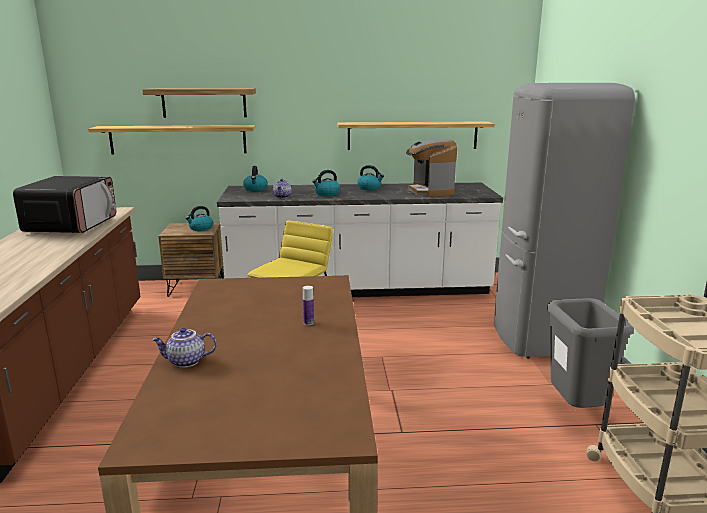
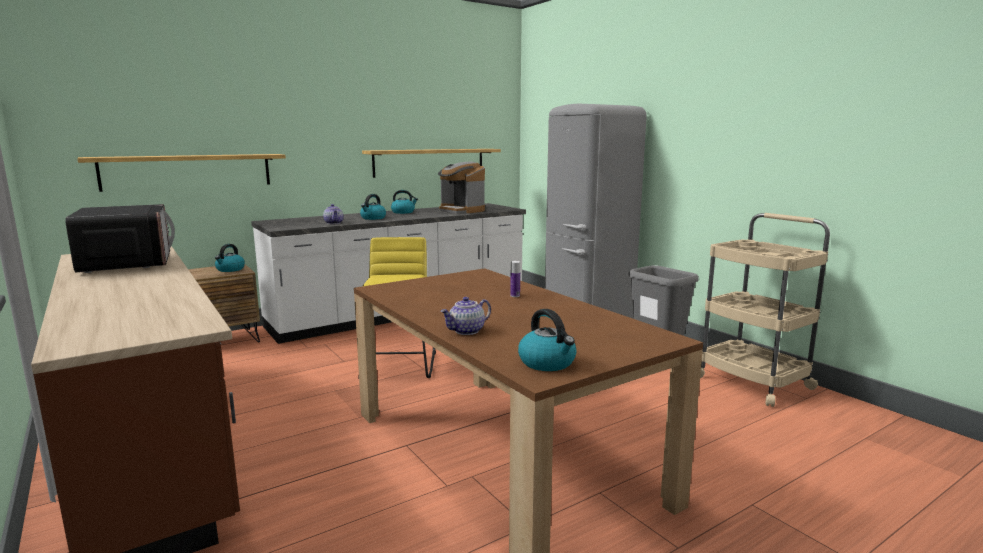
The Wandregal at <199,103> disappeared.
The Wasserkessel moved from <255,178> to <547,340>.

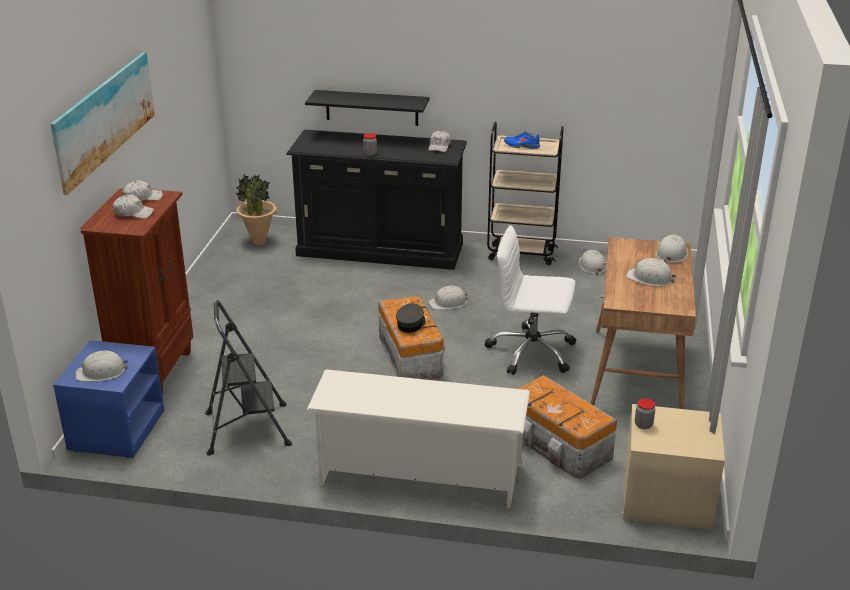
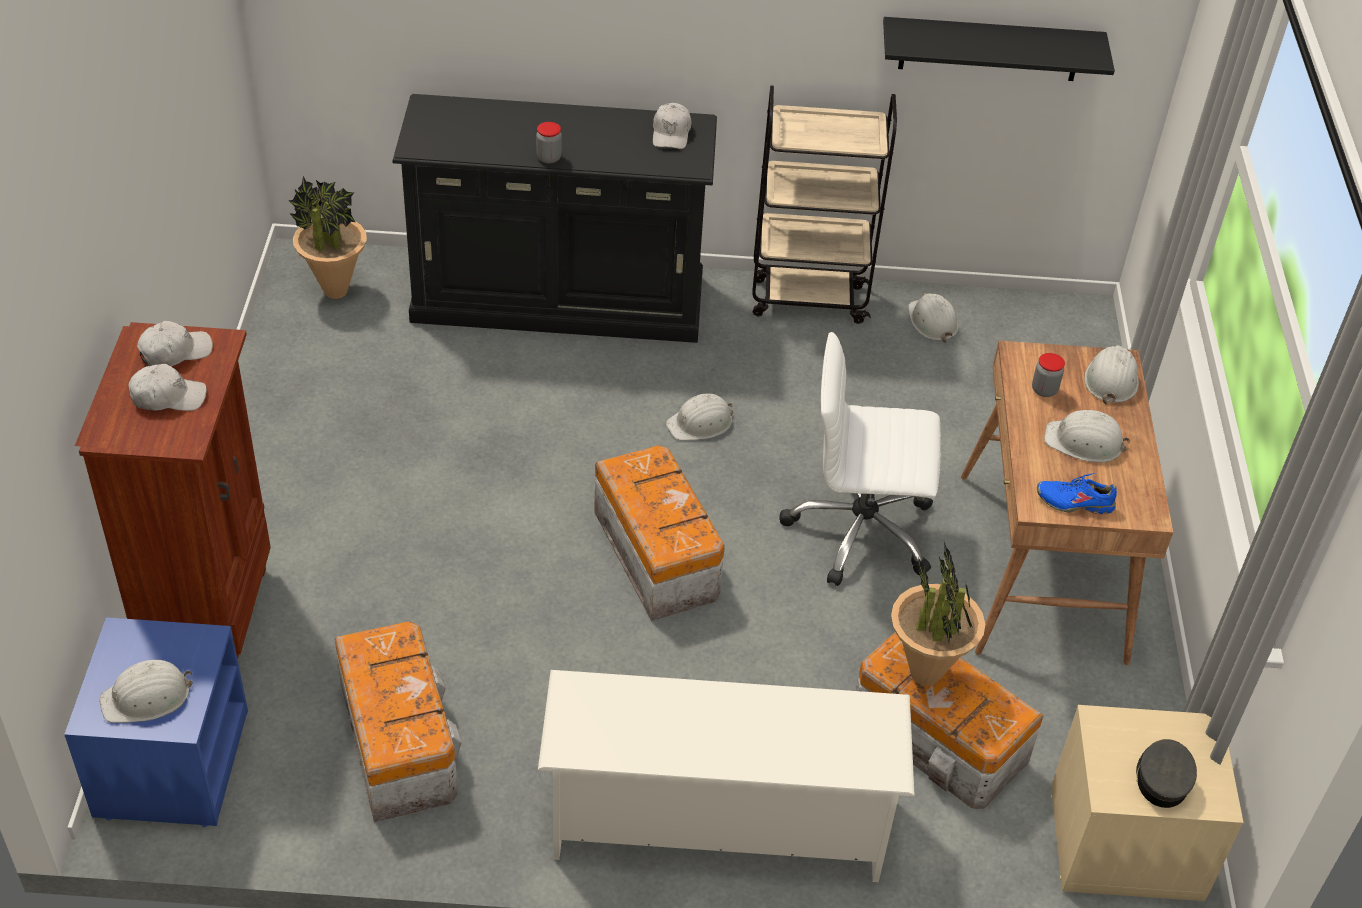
The Bild at <103,123> disappeared.
The Topfpflanze at <938,613> appeared.
The Wandregal (schwarz) moved from <367,108> to <999,49>.
The Kappe (grau) moved from <410,318> to <1166,773>.
The Schuh (blau) moved from <522,140> to <1077,493>.
The Vorratsglas moved from <645,413> to <1048,375>.
The Trittleiter (schwarz) at <248,377> was replaced by the Aufbewahrungsbox at <398,721>.

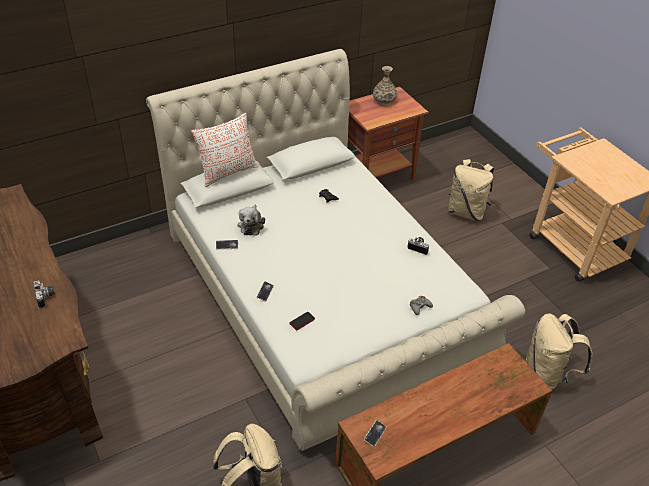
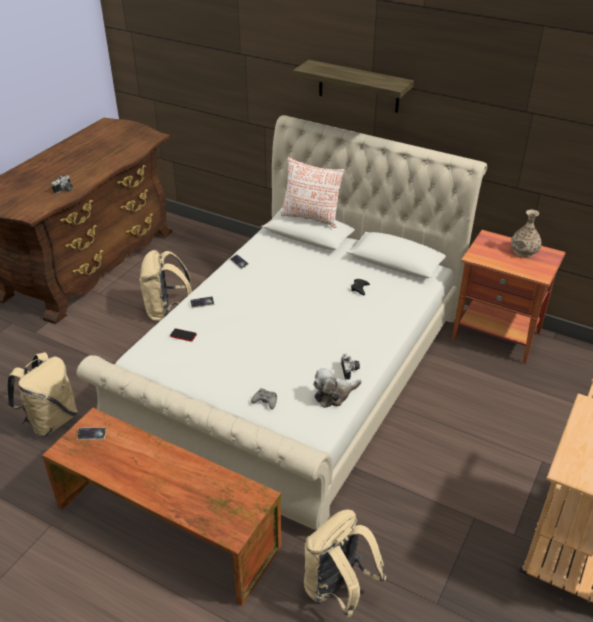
The Wandregal at <353,86> appeared.
The Plüschtier moved from <251,219> to <337,388>.
The Rucksack (beige) moved from <471,190> to <165,286>.

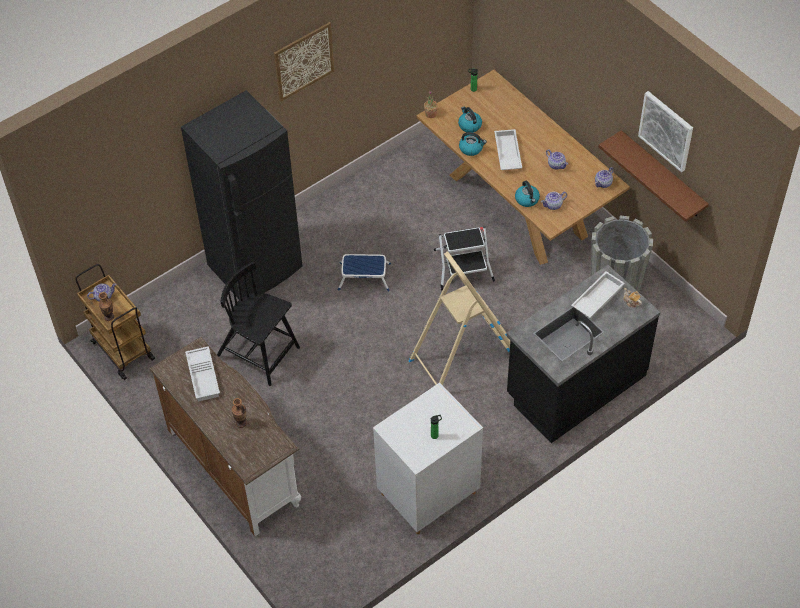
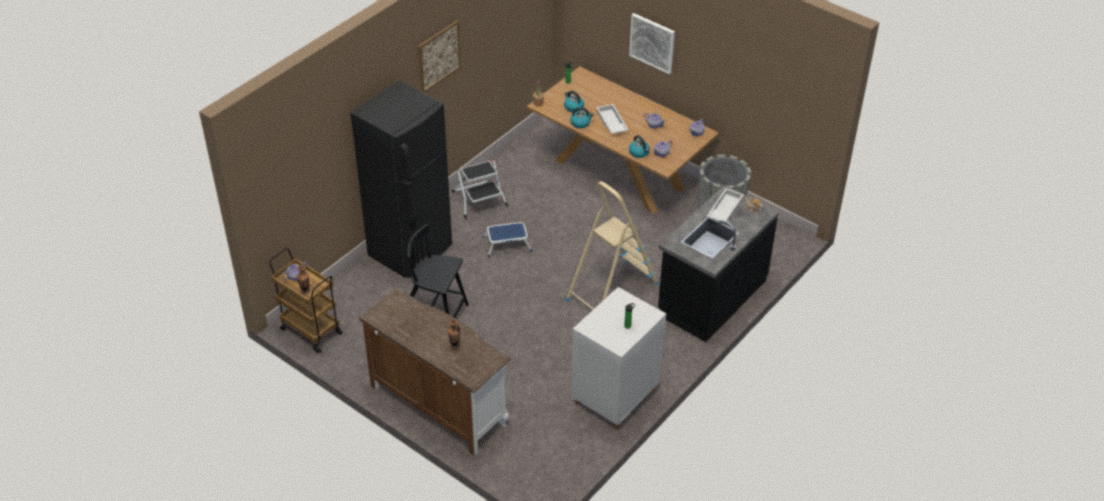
The Tablett (weiß) at <202,374> disappeared.
The Wandregal (braun) at <654,176> disappeared.
The Trittleiter moved from <464,258> to <480,189>.
The Bild moved from <665,131> to <652,43>.

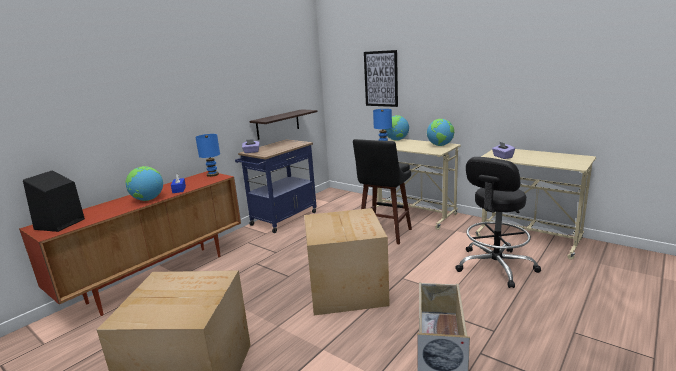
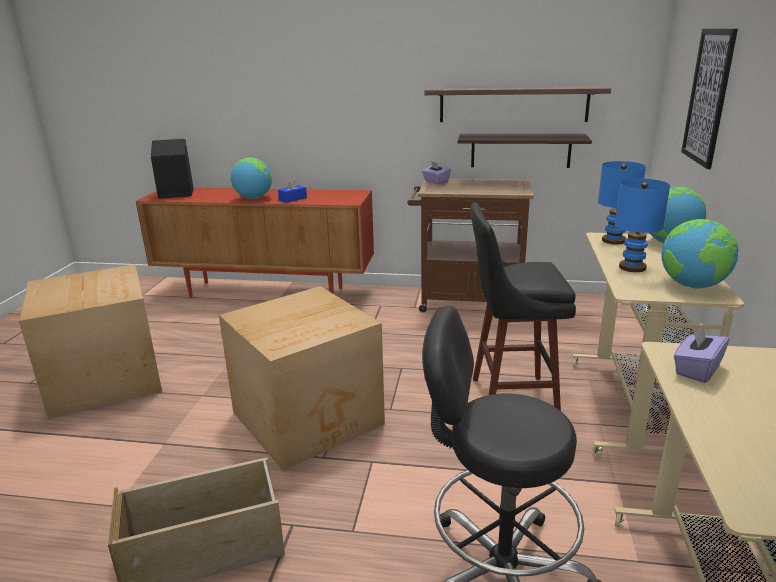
The Wandregal at <517,103> appeared.
The Tischlampe (blau) moved from <207,155> to <642,225>.
The Rollwagen (blau) at <275,186> became the Rollwagen (braun) at <470,245>.

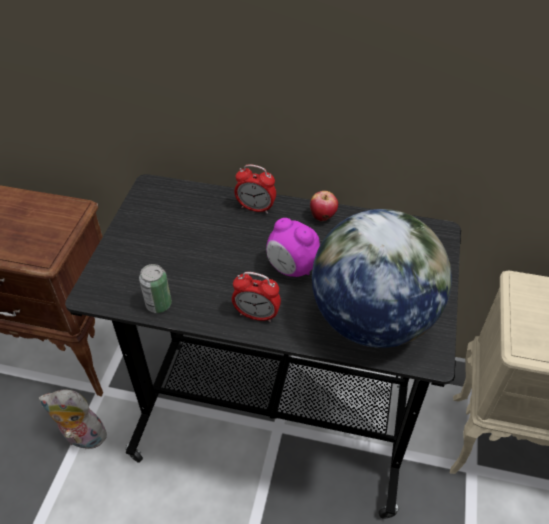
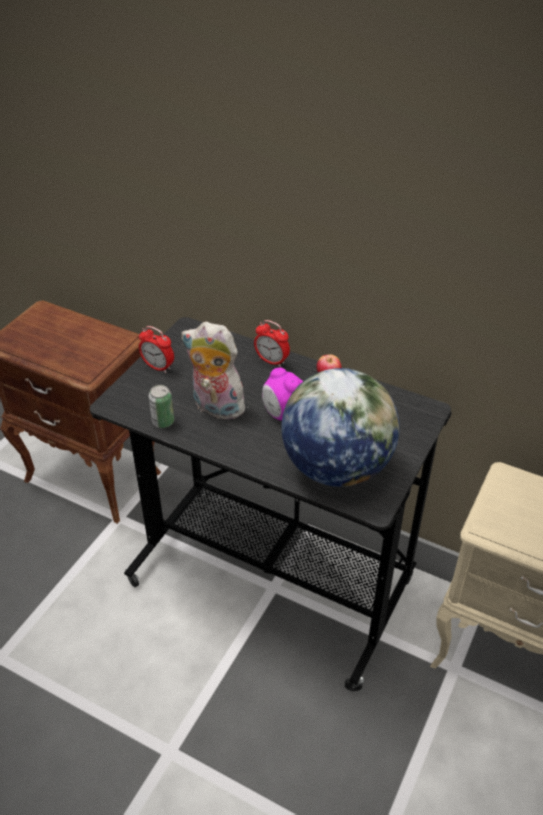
The Plüschtier moved from <74,419> to <214,372>.
The Wecker moved from <256,297> to <156,349>.

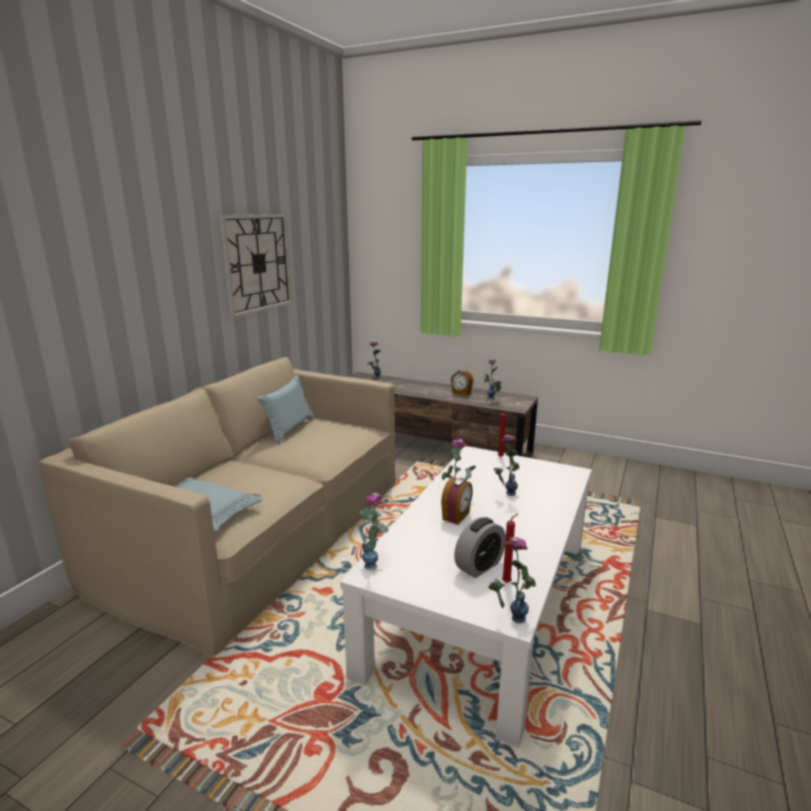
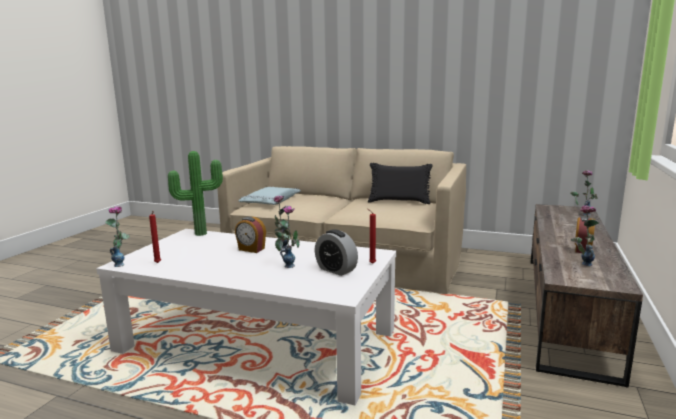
The Wanduhr at <255,266> disappeared.
The Wecker moved from <480,547> to <336,252>.
The Vase at <374,531> was replaced by the Topfpflanze at <195,193>.
The Kissen (blau) at <285,410> became the Kissen (schwarz) at <400,184>.

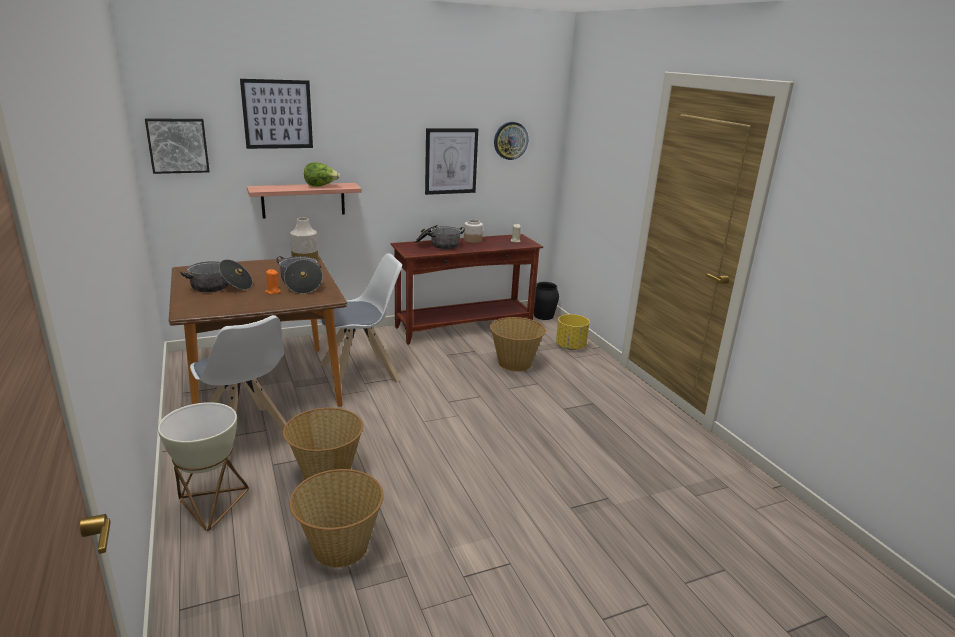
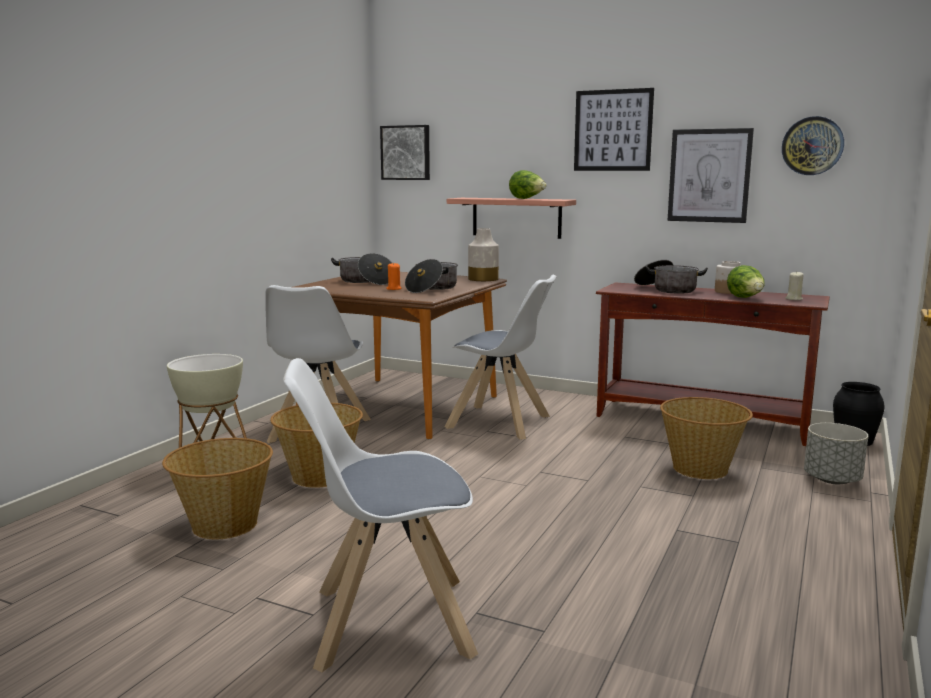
The Stuhl at <380,515> appeared.
The Salatkopf at <746,281> appeared.
The Bild moved from <276,114> to <614,129>.
The Pflanzkübel (gelb) at <573,332> became the Pflanzkübel (grau) at <836,453>.

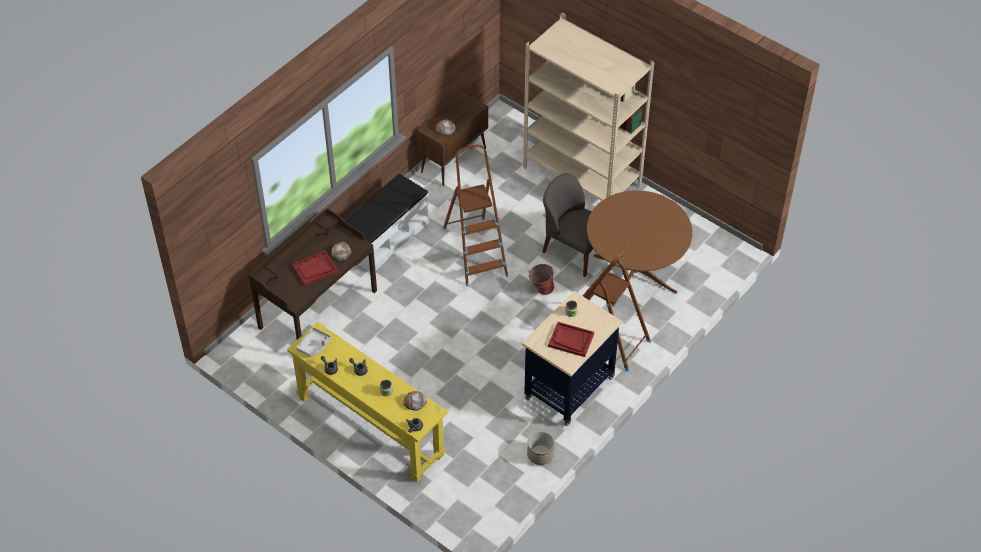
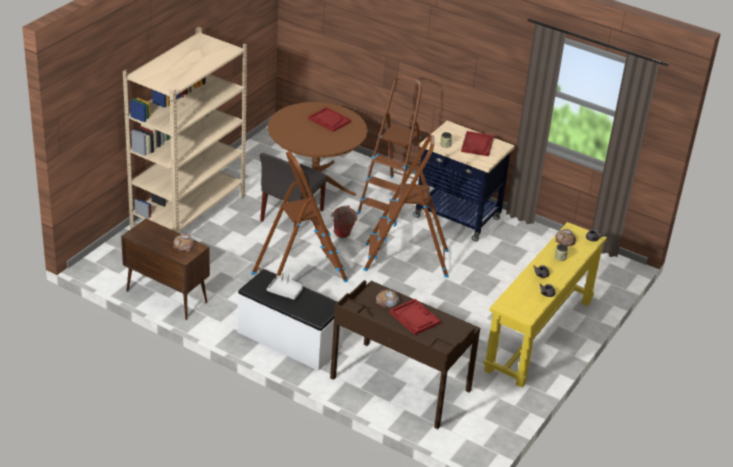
The Pflanzkübel at <541,448> disappeared.
The Tablett (rot) at <329,119> appeared.
The Trittleiter (braun) at <406,205> appeared.
The Tablett (grau) moved from <314,342> to <285,286>.

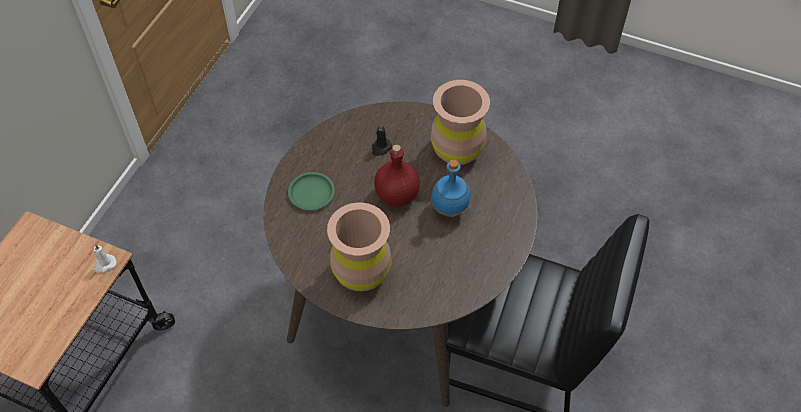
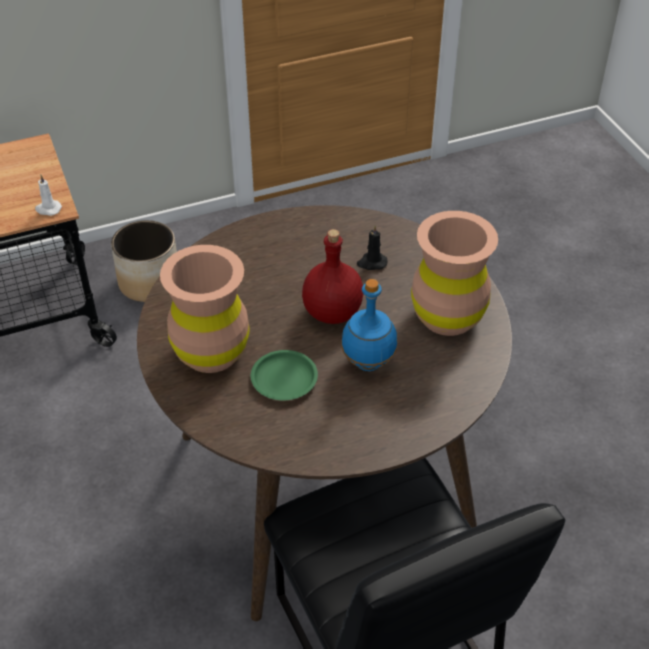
The Pflanzkübel at <144,261> appeared.
The Teller (grün) moved from <311,191> to <284,375>.

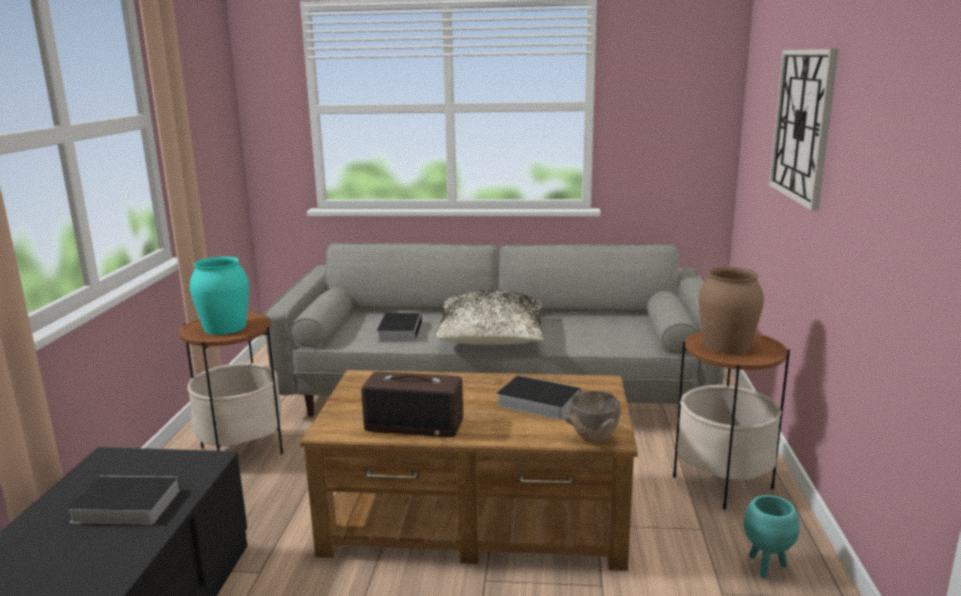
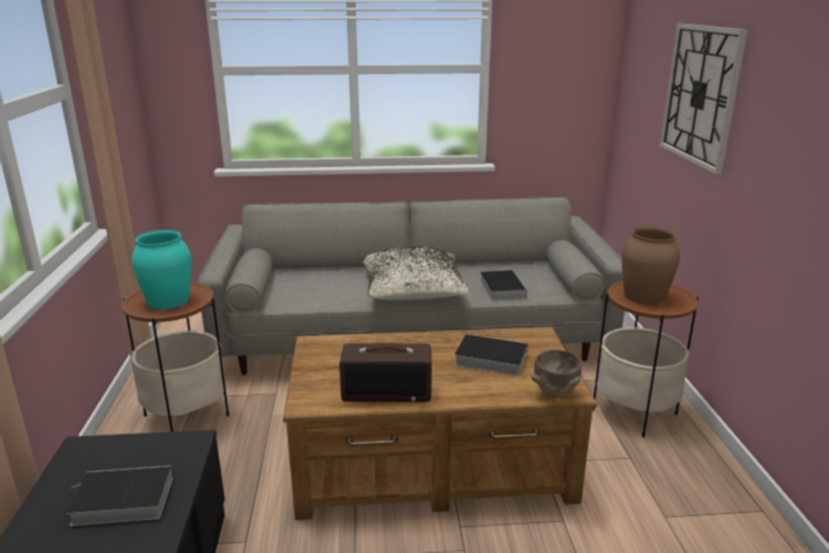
The Pflanzkübel (türkis) at <772,536> disappeared.
The Buch moved from <399,326> to <503,285>.

